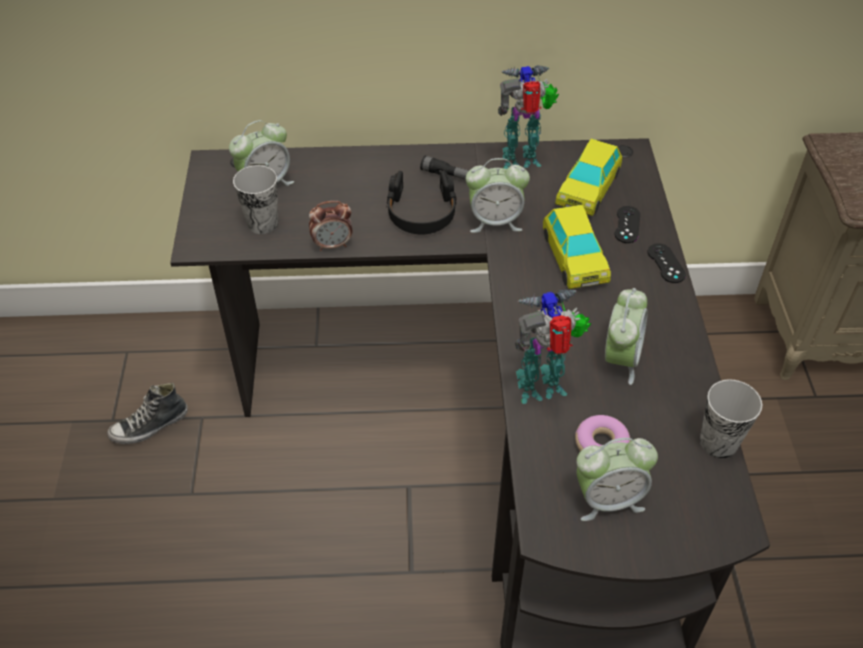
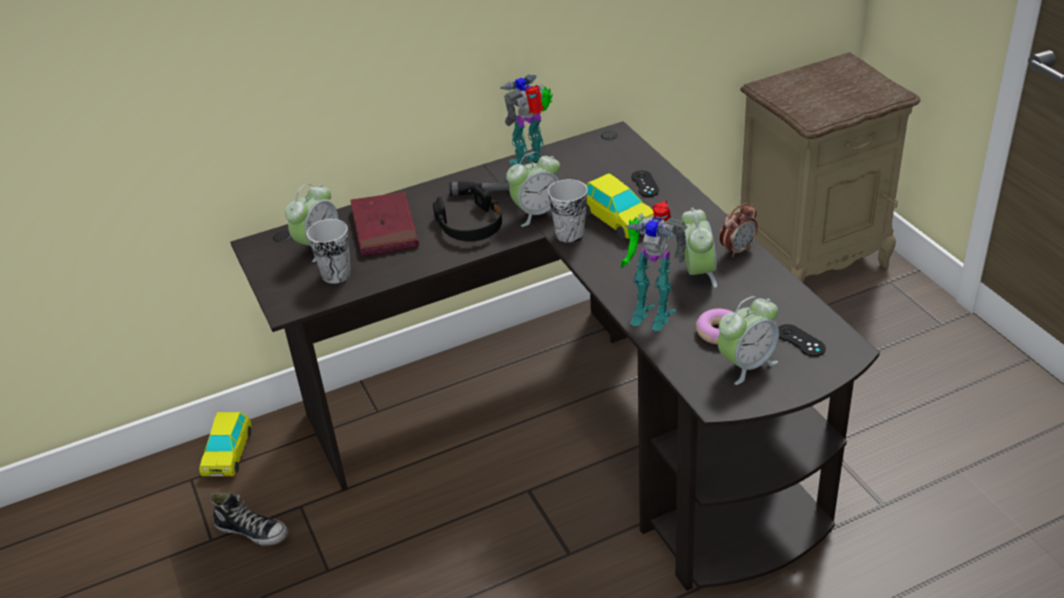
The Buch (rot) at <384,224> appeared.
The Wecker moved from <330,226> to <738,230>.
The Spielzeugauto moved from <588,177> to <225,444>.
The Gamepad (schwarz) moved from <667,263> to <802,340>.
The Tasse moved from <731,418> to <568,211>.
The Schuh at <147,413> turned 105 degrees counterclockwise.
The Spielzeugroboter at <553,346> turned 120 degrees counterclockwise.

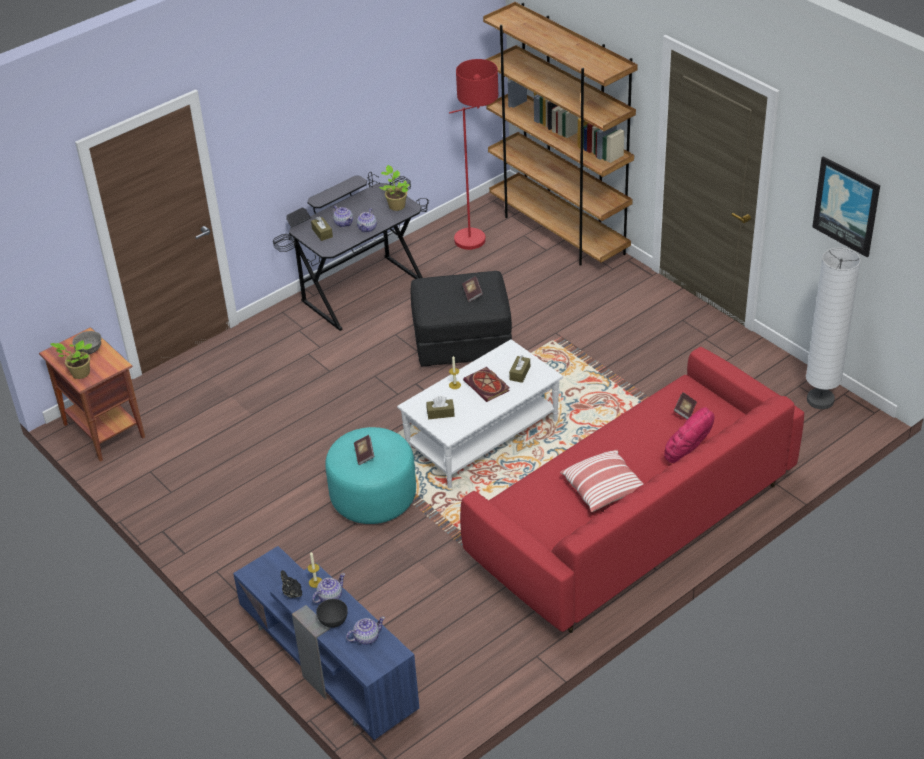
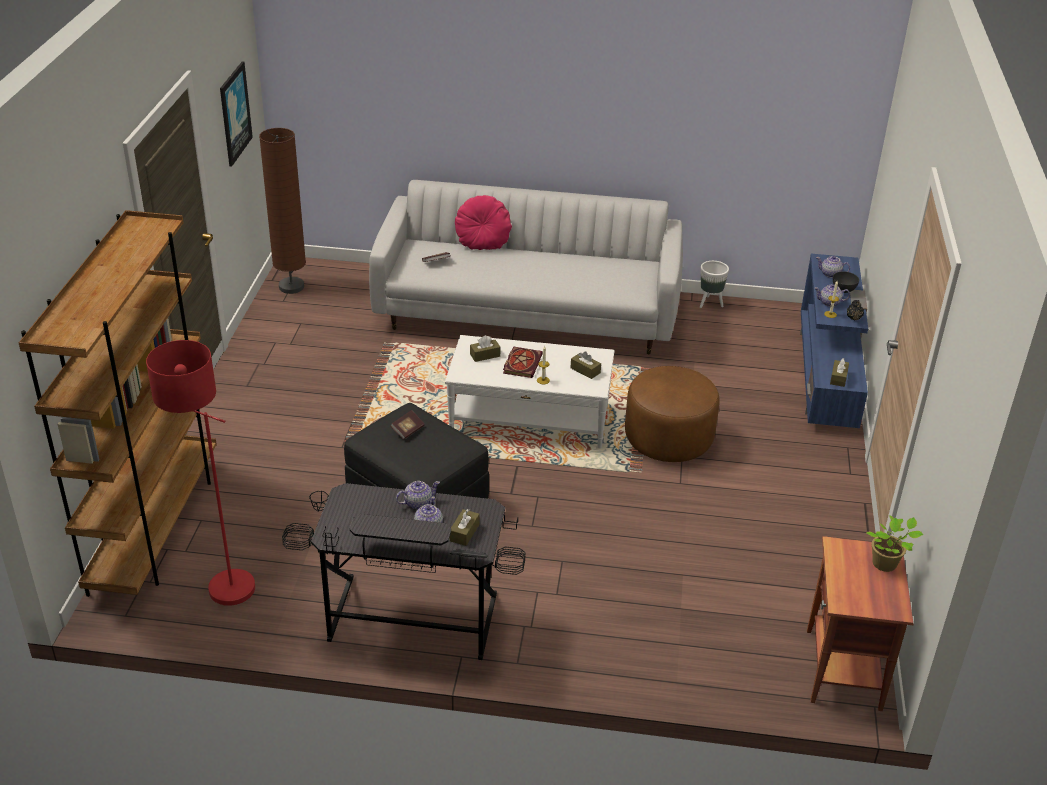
The Schüssel (grau) at <87,342> disappeared.
The Buch at <364,450> disappeared.
The Topfpflanze at <394,188> disappeared.
The Kissen at <601,481> disappeared.
The Pflanzkübel (weiß) at <714,284> appeared.
The Taschentuchbox (braun) at <839,372> appeared.
The Polsterhocker (türkis) at <370,475> became the Polsterhocker (braun) at <672,414>.
The Sofa (rot) at <632,490> became the Sofa (weiß) at <526,267>.
The Stehlampe (weiß) at <833,328> became the Stehlampe (braun) at <282,211>.

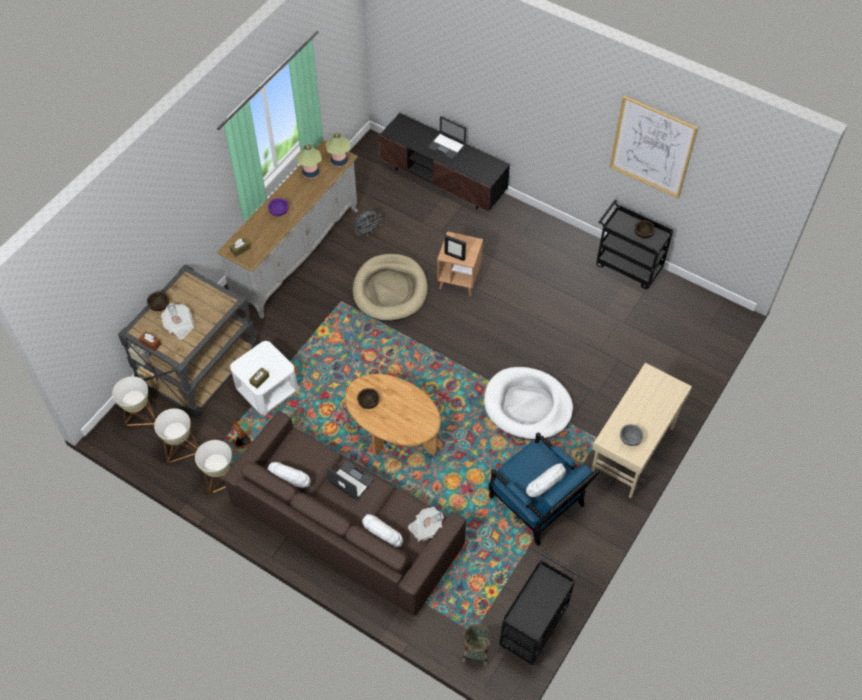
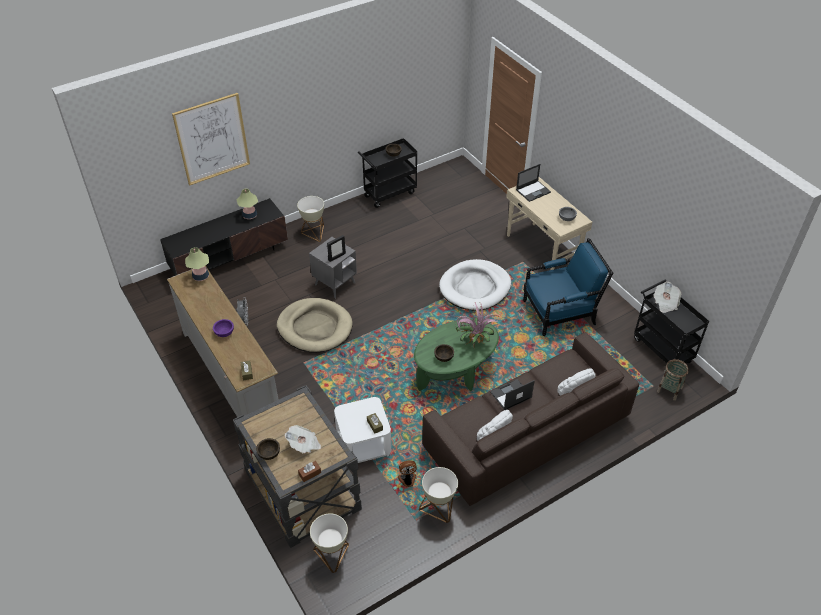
The Kissen (weiß) at <546,480> disappeared.
The Topfpflanze at <477,323> appeared.
The Pflanzkübel moved from <176,435> to <310,219>.
The Tischlampe moved from <309,161> to <247,204>.
The Zeitung moved from <426,524> to <667,297>.
The Laptop moved from <446,138> to <533,183>.
The Bild moved from <654,147> to <211,139>.
The Couchtisch (braun) at <393,415> became the Couchtisch (grün) at <456,355>.
The Beistelltisch (braun) at <460,263> became the Beistelltisch (grau) at <333,267>.

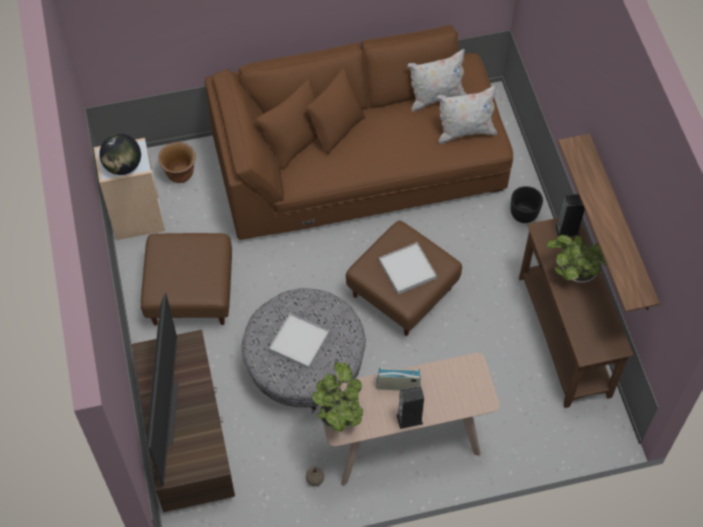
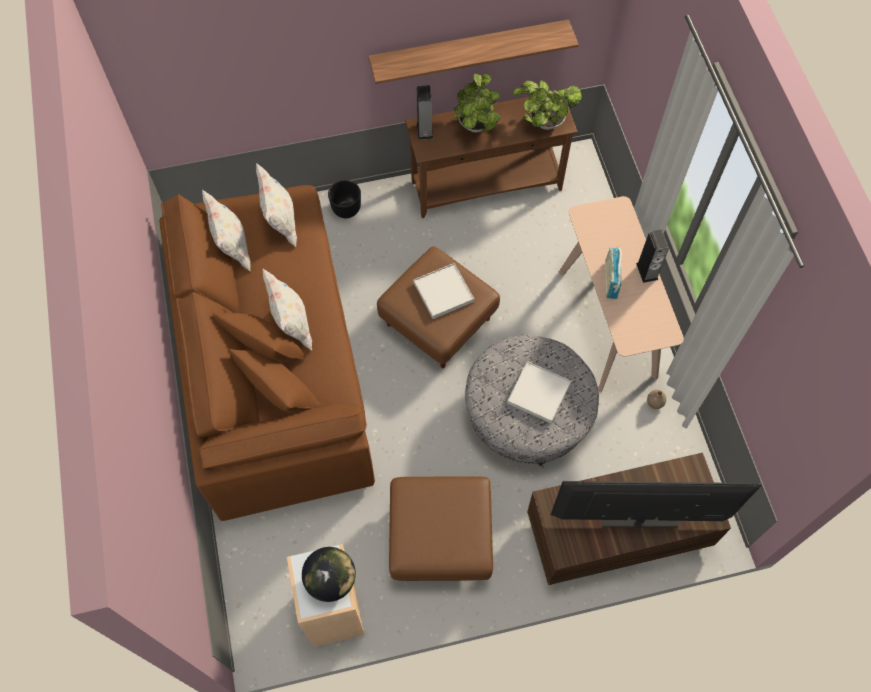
The Pflanzkübel (braun) at <177,162> disappeared.
The Kissen (weiß) at <287,309> appeared.
The Topfpflanze moved from <337,397> to <547,105>.

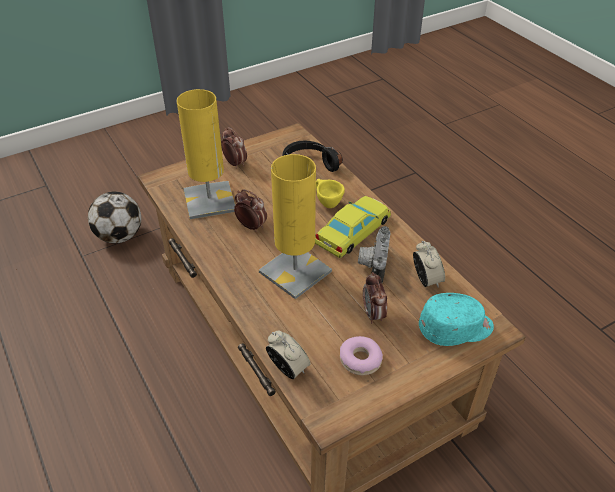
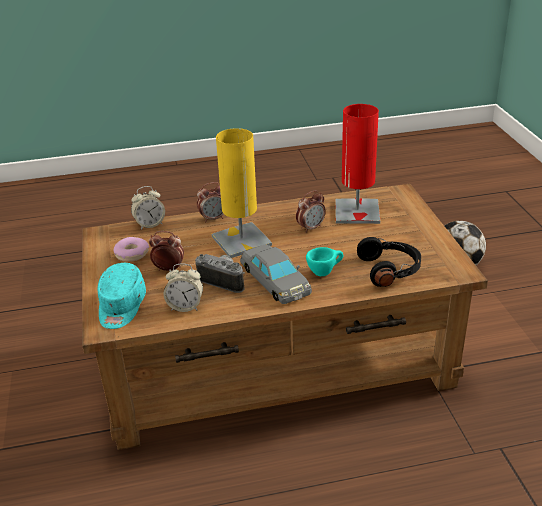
The Wecker moved from <234,148> to <210,202>.
The Tischlampe (gelb) at <206,154> became the Tischlampe (rot) at <357,164>.
The Spielzeugauto (gelb) at <353,227> became the Spielzeugauto (grau) at <276,274>.
The Tasse (gelb) at <330,193> became the Tasse (türkis) at <324,261>.

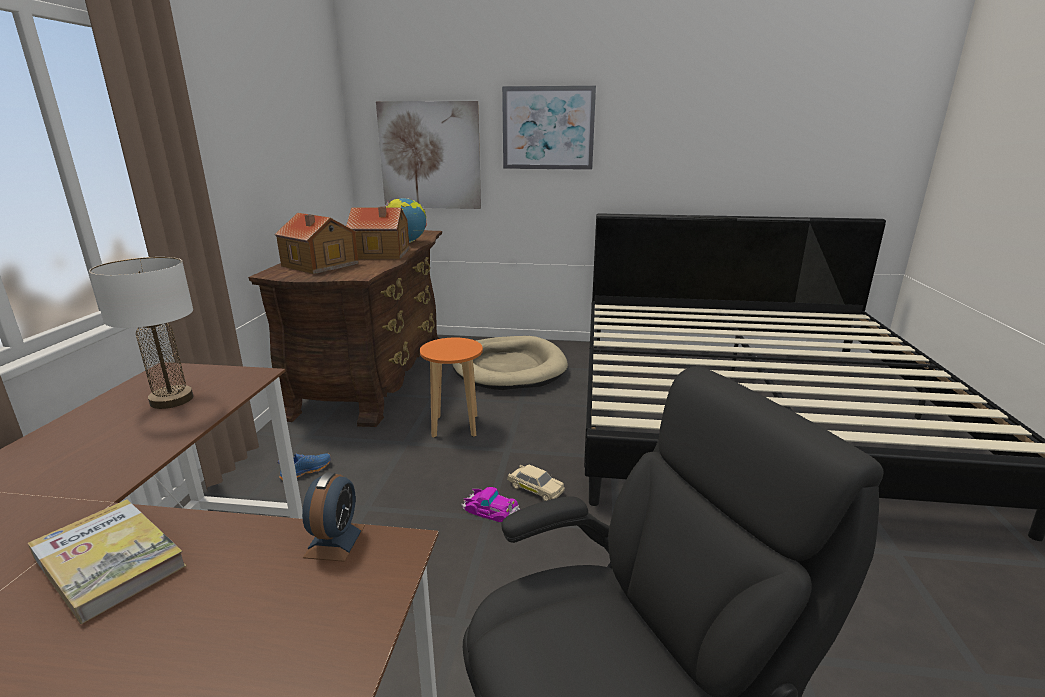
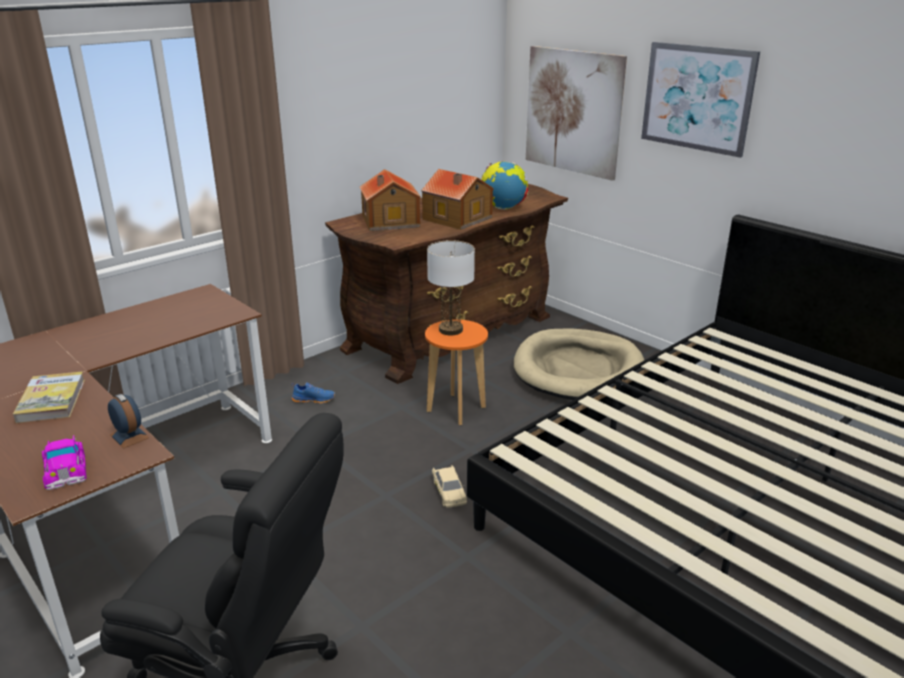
The Tischlampe moved from <141,333> to <451,287>.
The Spielzeugauto moved from <490,504> to <64,462>.
The Wecker at <333,517> turned 90 degrees counterclockwise.

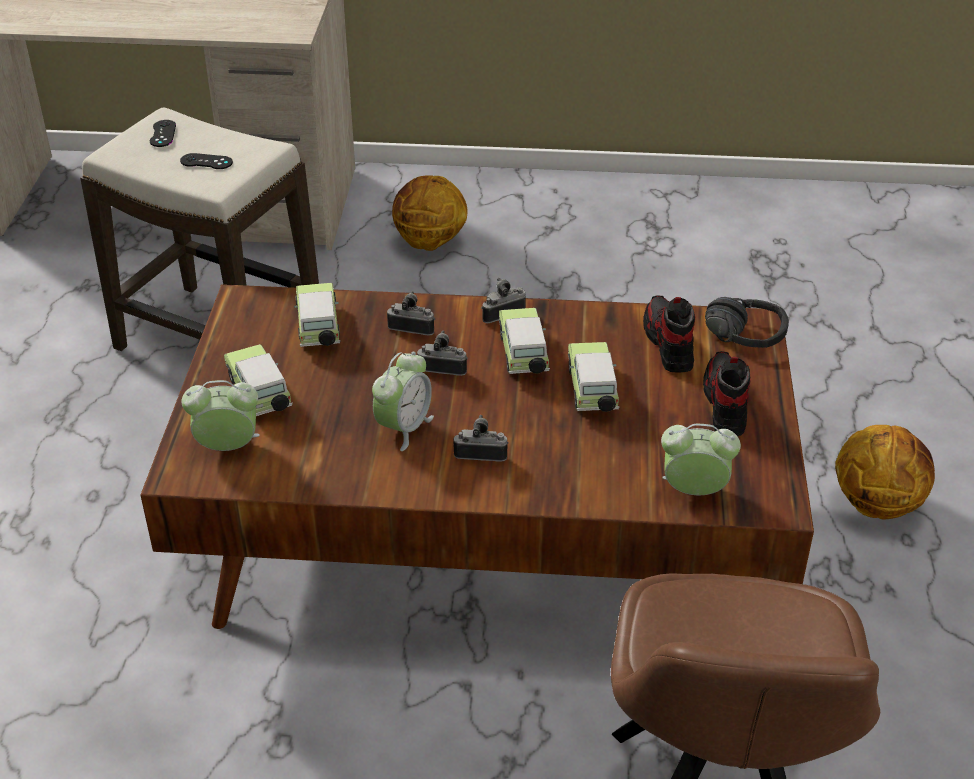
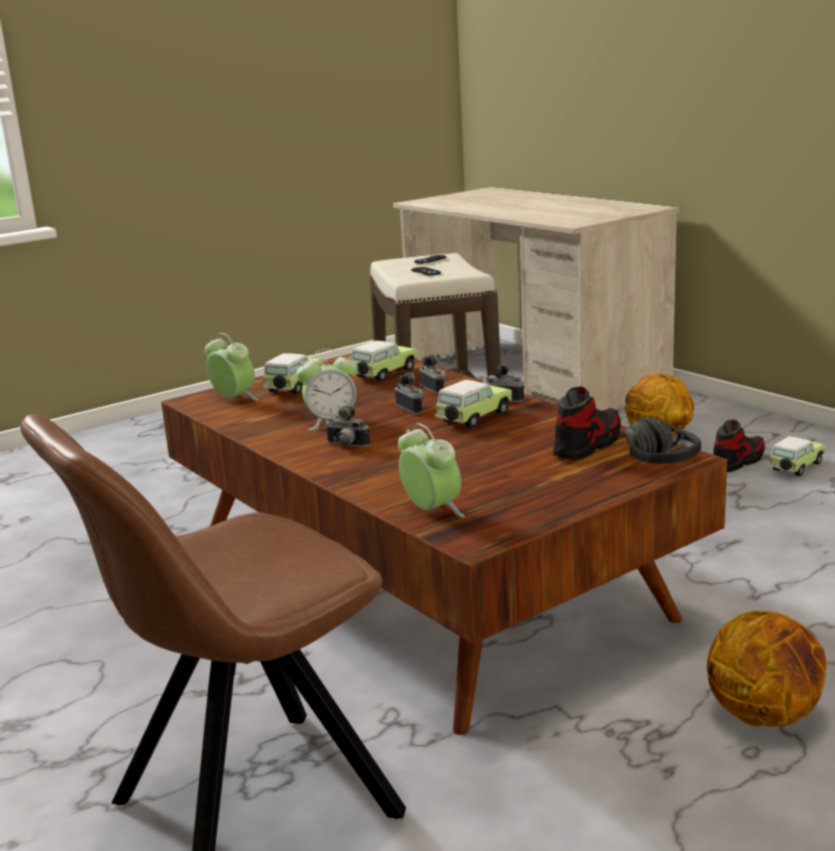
The Spielzeugauto moved from <594,377> to <796,456>.
The Schuh moved from <727,393> to <739,446>.
The Kamera at <480,438> turned 150 degrees clockwise.

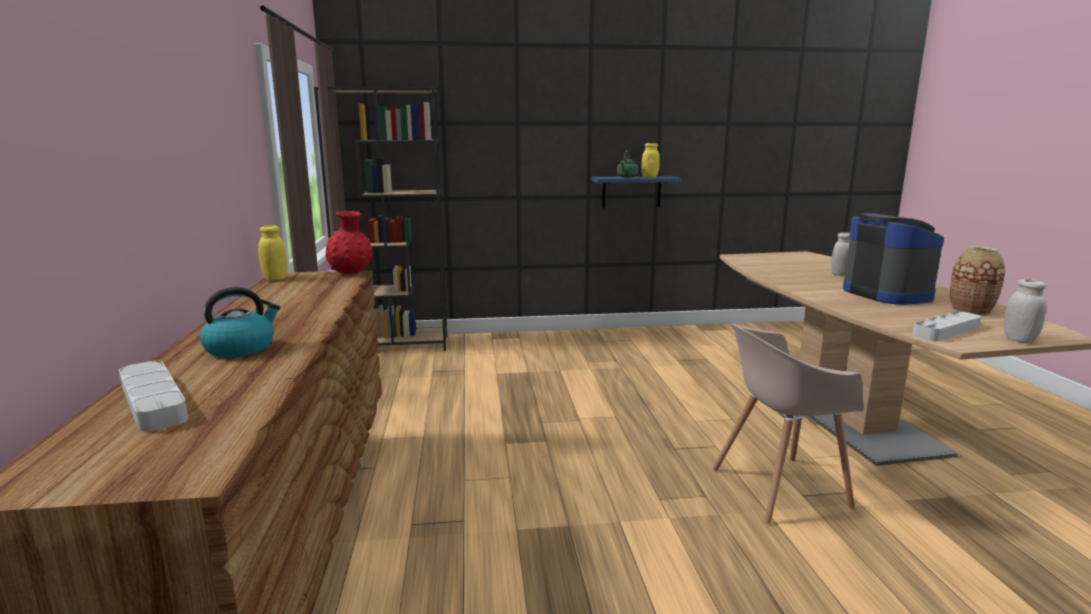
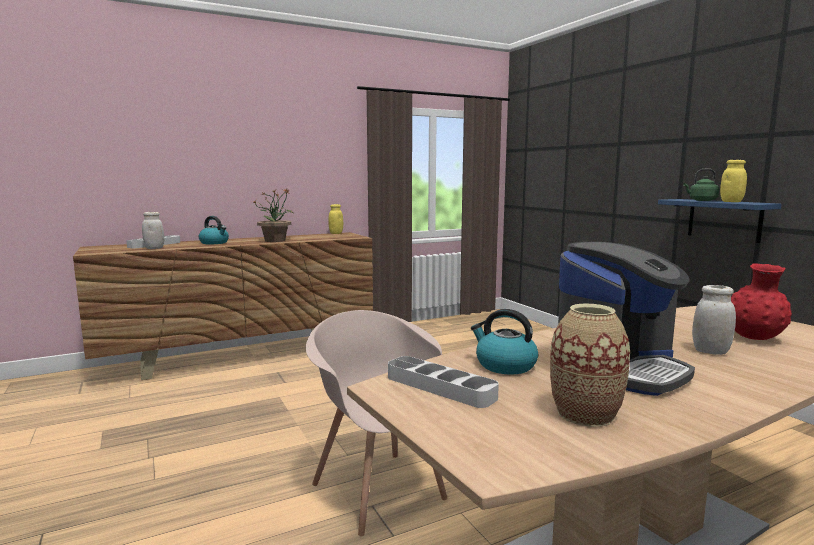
The Bücherregal at <380,219> disappeared.
The Topfpflanze at <273,215> appeared.
The Wasserkessel at <504,342> appeared.
The Vase (rot) moved from <349,242> to <761,302>.
The Vorratsglas (weiß) moved from <1025,311> to <153,230>.

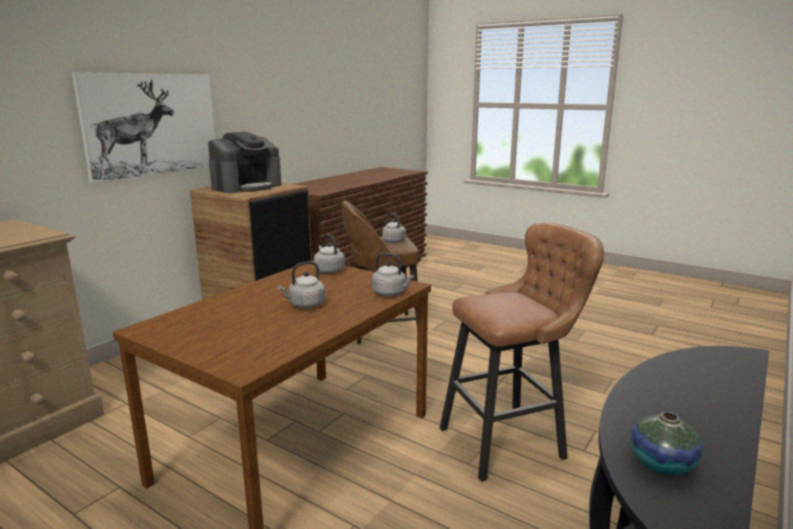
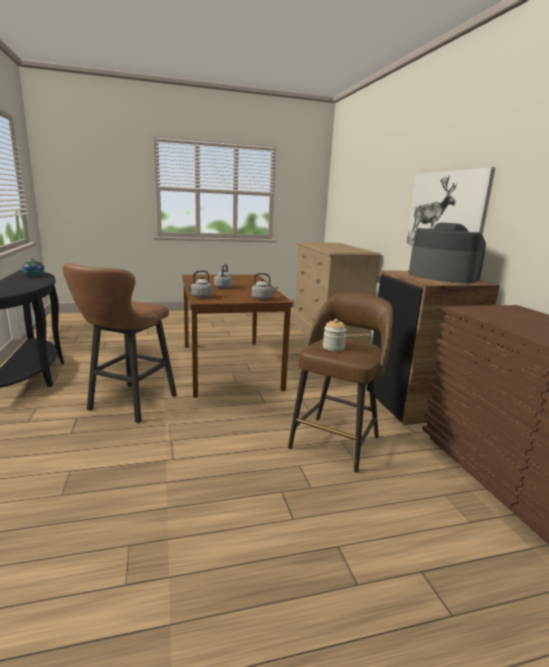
The Wasserkessel (grau) at <394,228> was replaced by the Vorratsglas at <335,335>.
The Kaffeemaschine at <245,162> turned 135 degrees clockwise.

